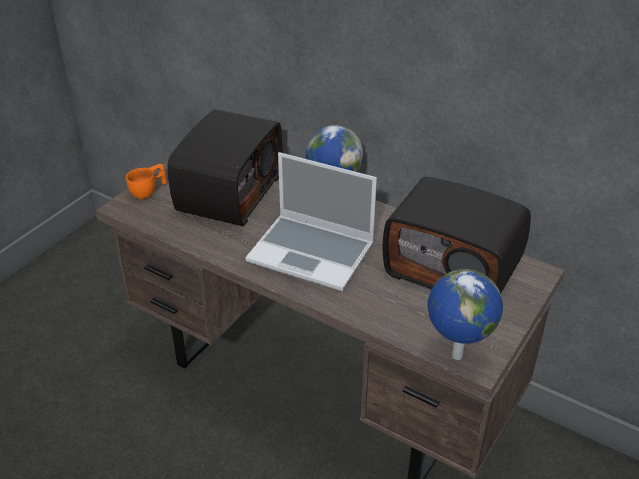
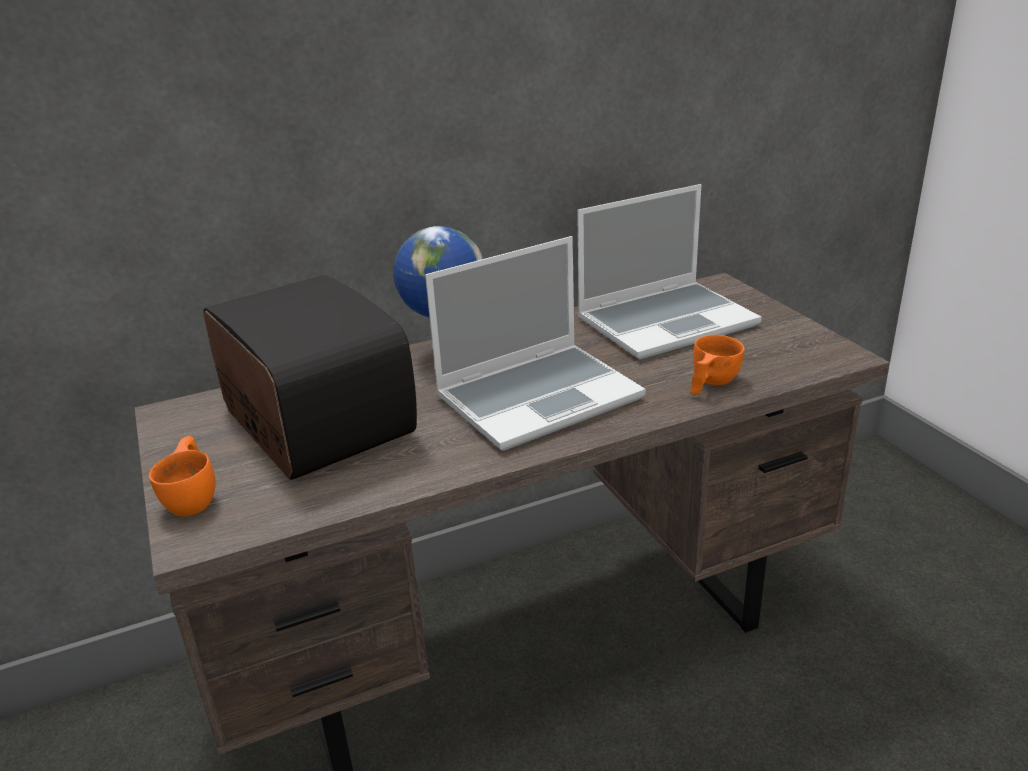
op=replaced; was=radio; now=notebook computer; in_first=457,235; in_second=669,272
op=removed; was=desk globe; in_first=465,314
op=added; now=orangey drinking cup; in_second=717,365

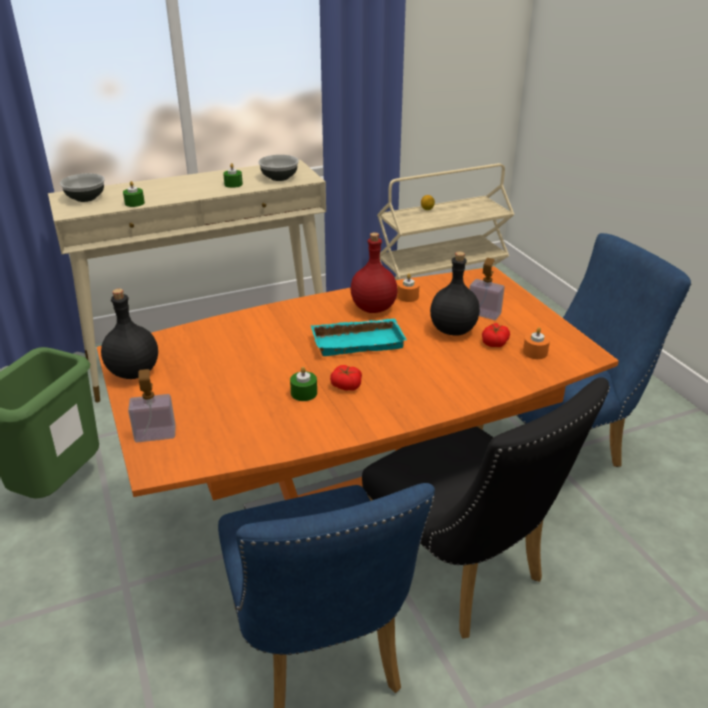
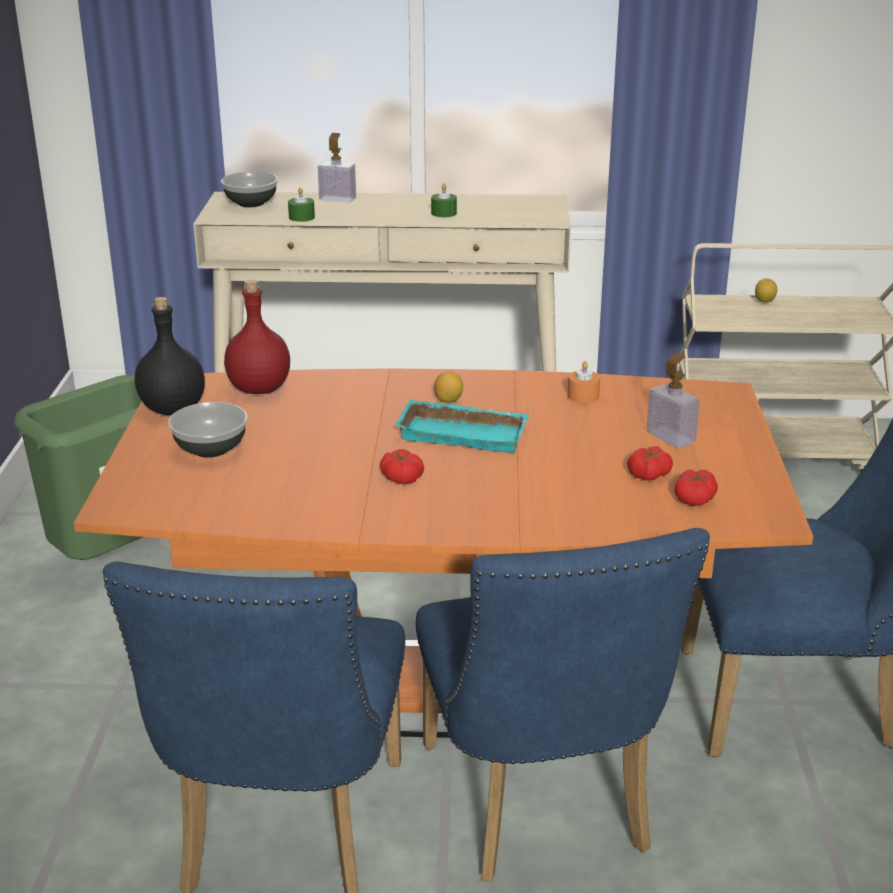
op=moved; was=soap dispenser; in_first=152,405; in_second=337,167
op=moved; was=serving bowl; in_first=278,168; in_second=208,430
op=removed; was=green wax light; in_first=303,384
op=moved; was=reddish bottle; in_first=374,272; in_second=257,337
op=recoloured; was=blackish upright chair; now=blue-coloured upright chair; in_first=486,507; in_second=563,705
op=removed; was=blackish bottle; in_first=455,294
op=replaced; was=orangey wax light; now=fresh tomato; in_first=536,343; in_second=696,488
op=added; now=lemon; in_second=448,387

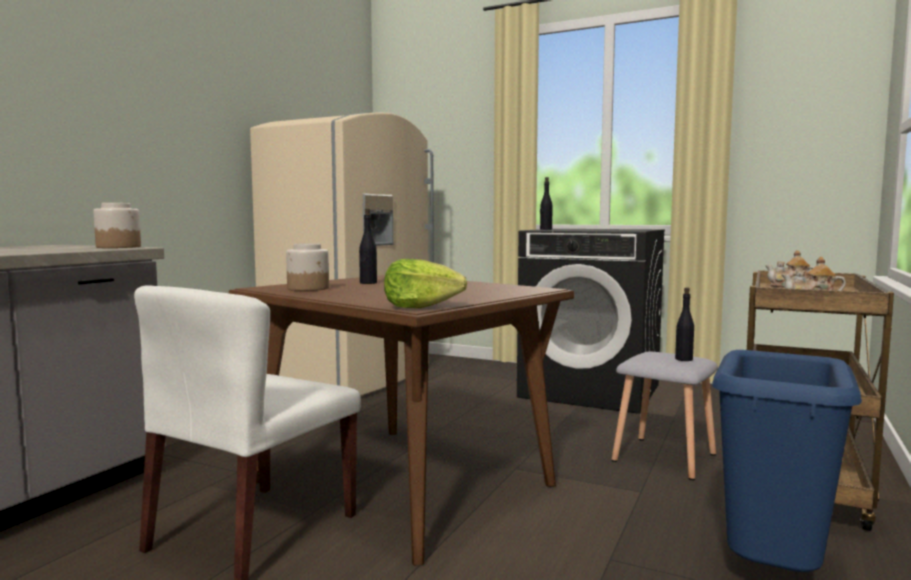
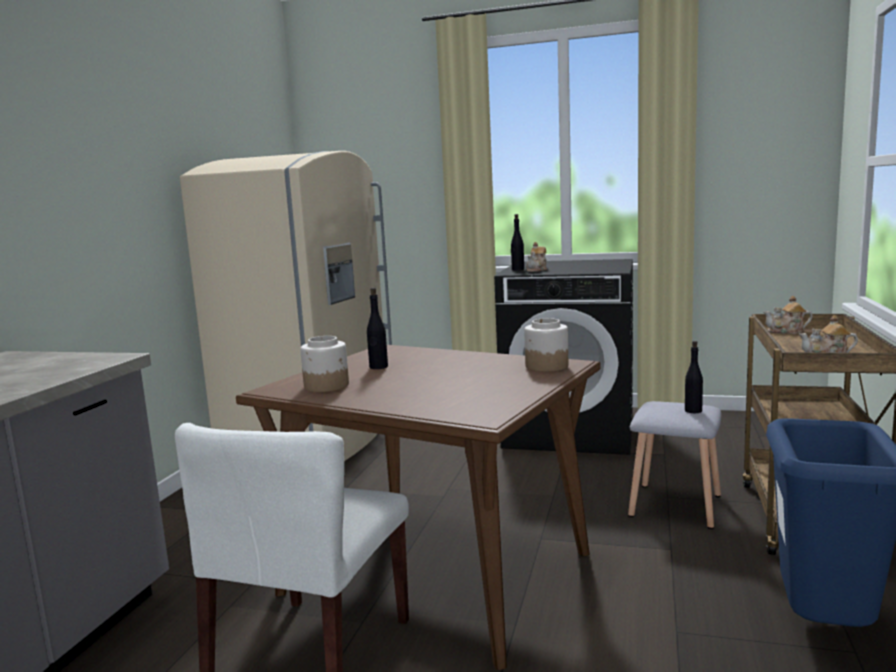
op=moved; was=storage jar; in_first=117,225; in_second=546,345
op=removed; was=lettuce; in_first=425,283
op=added; now=pot for tea; in_second=536,257

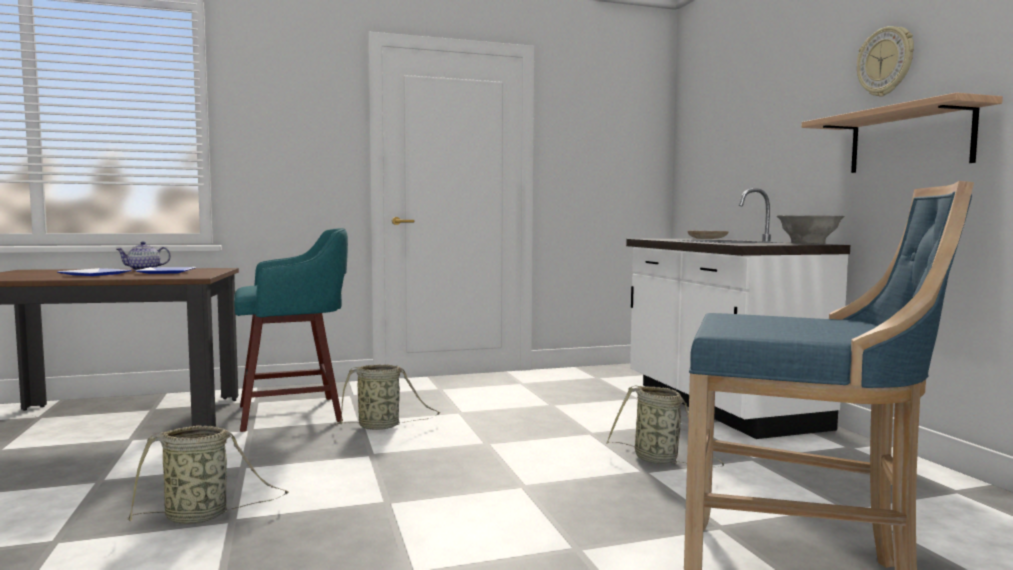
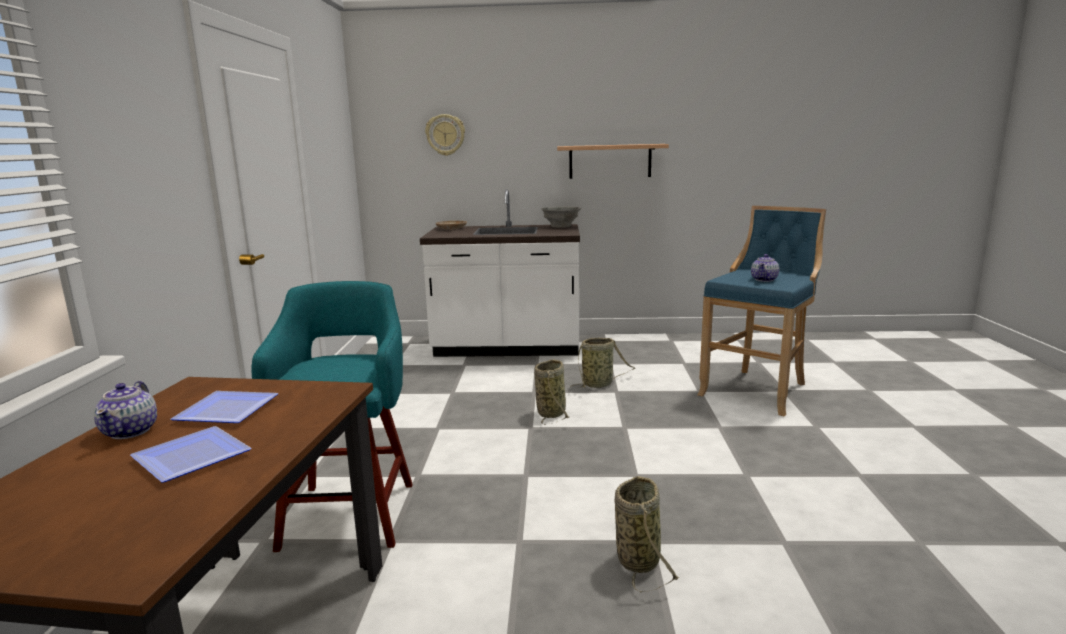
op=moved; was=basket; in_first=388,397; in_second=551,392
op=moved; was=wall clock; in_first=885,61; in_second=445,135
op=added; now=pot for tea; in_second=765,268

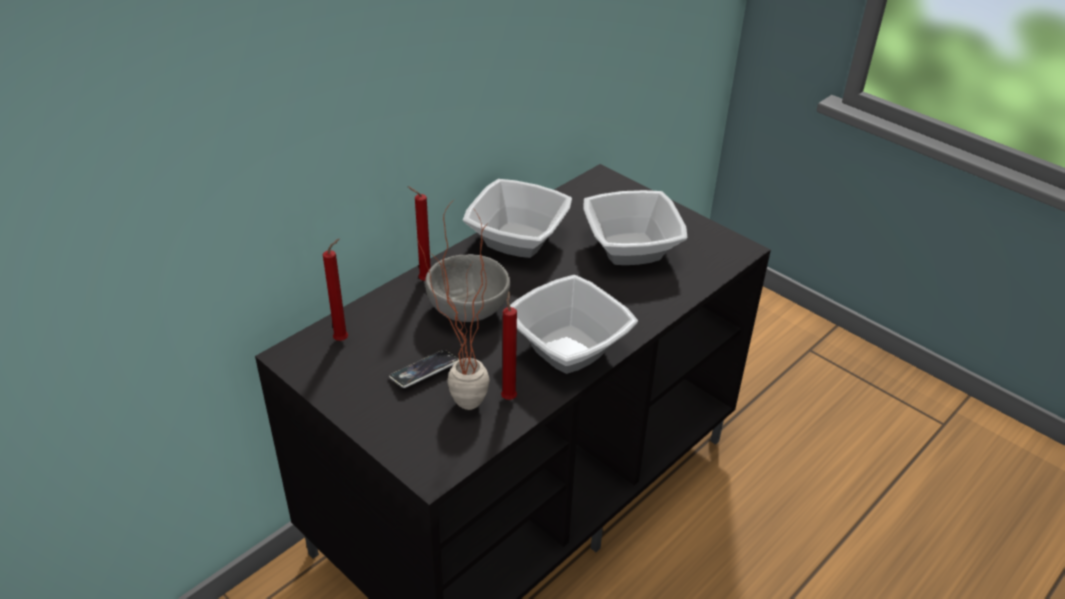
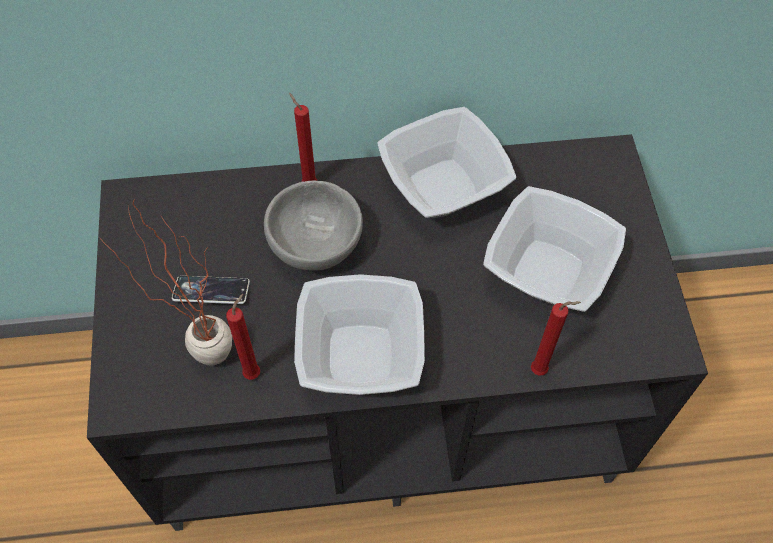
op=moved; was=reddish wax light; in_first=335,289; in_second=556,338

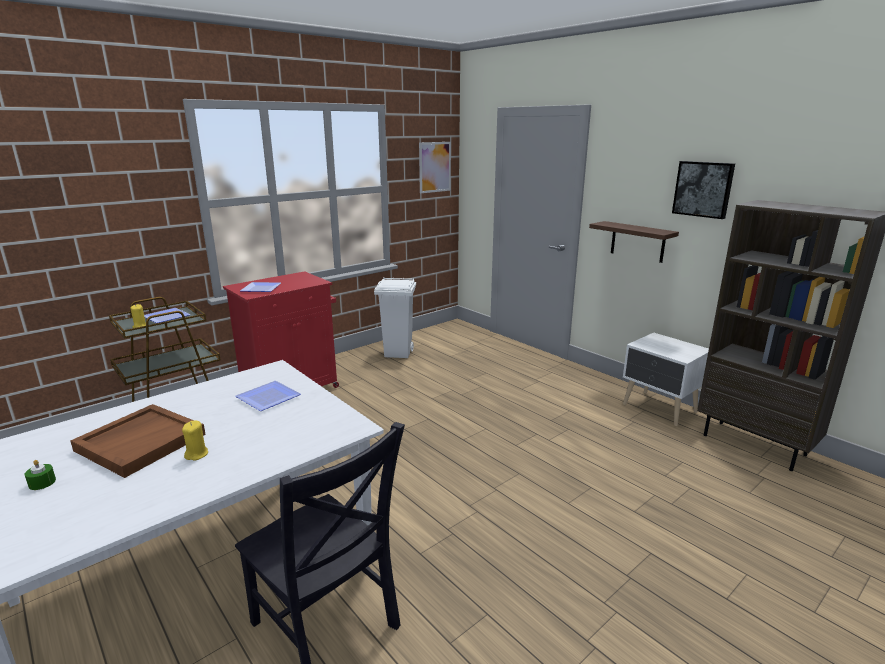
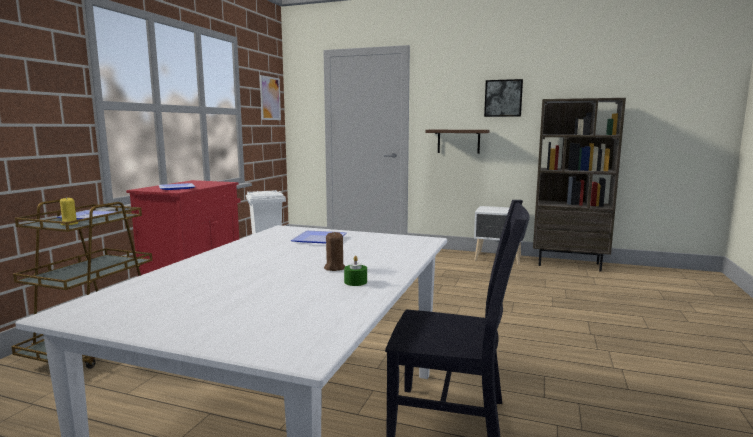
op=moved; was=green wax light; in_first=40,475; in_second=355,271
op=removed; was=brown tray; in_first=138,441
op=recoloured; was=yellow wax light; now=brown wax light; in_first=195,441; in_second=334,251

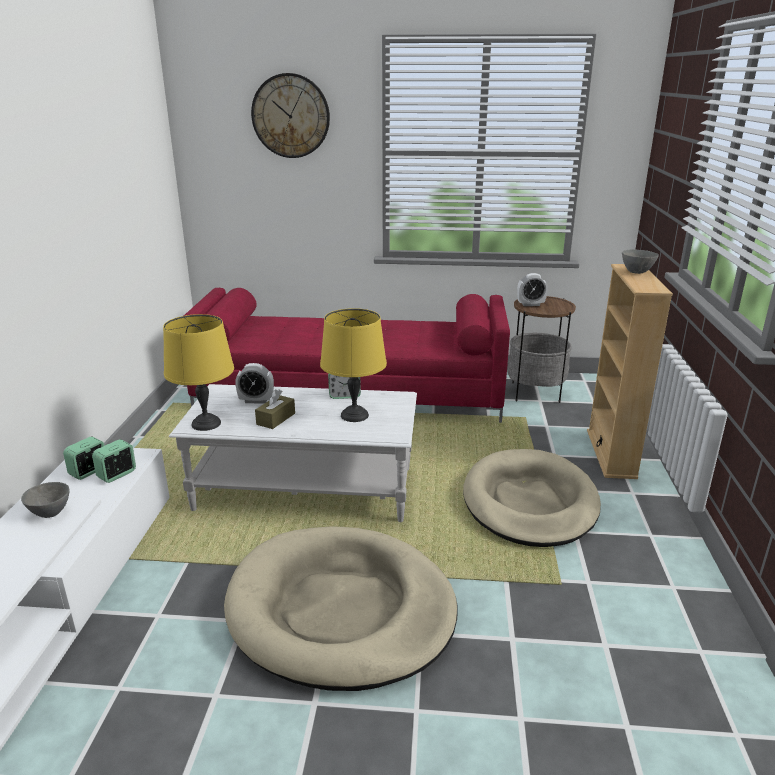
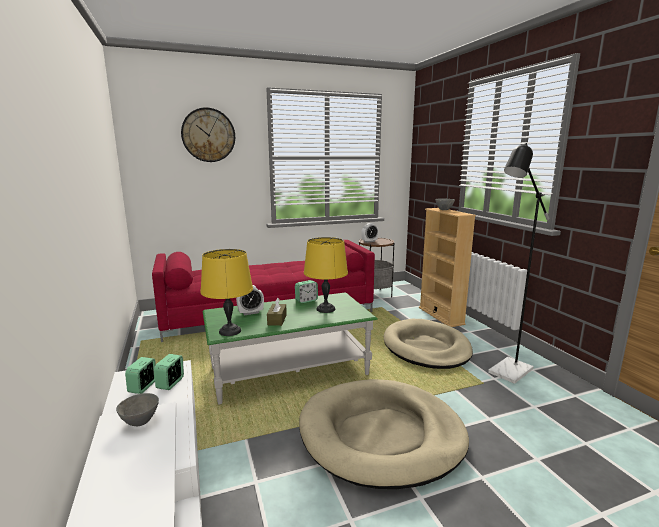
op=recoloured; was=white-coloured low table; now=green low table; in_first=293,453; in_second=290,348
op=added; now=blackish floor lamp; in_second=519,263

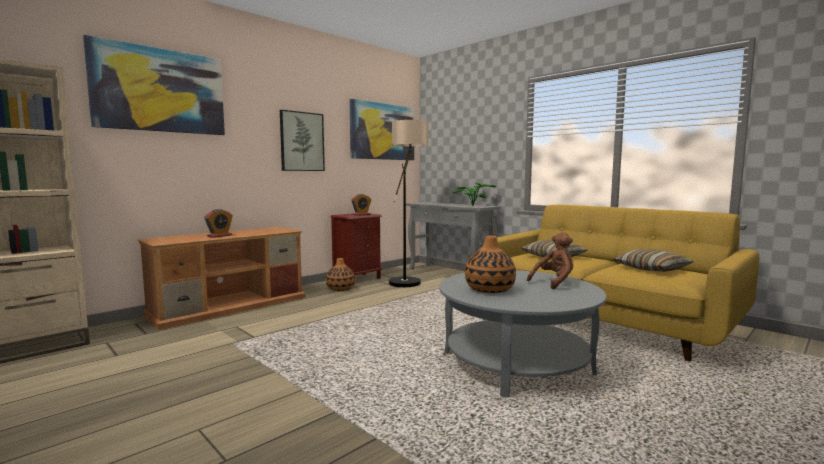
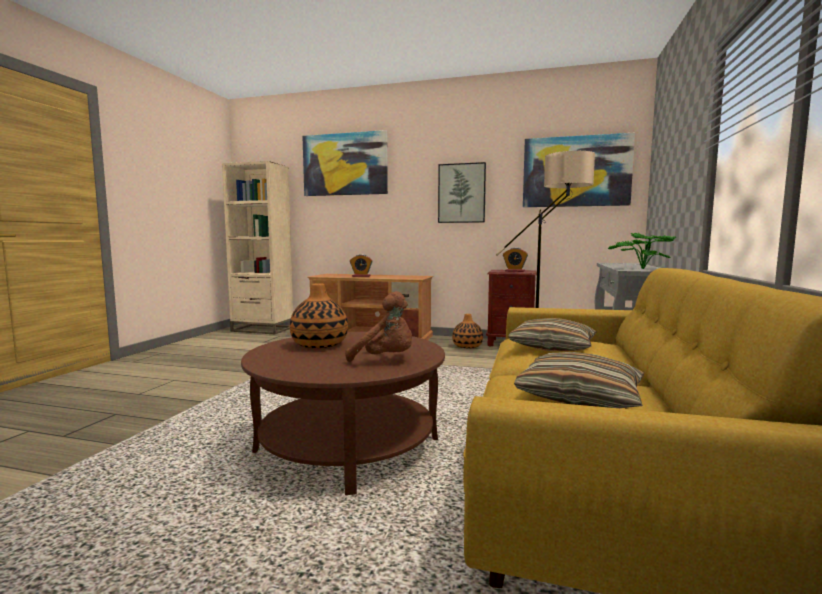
op=recoloured; was=grey low table; now=brown low table; in_first=522,334; in_second=343,413

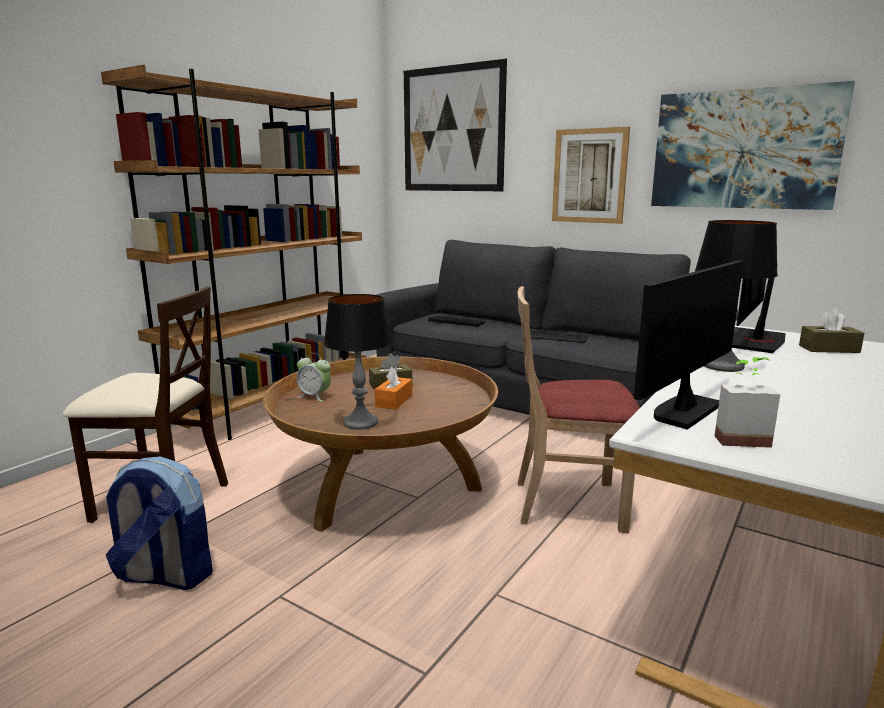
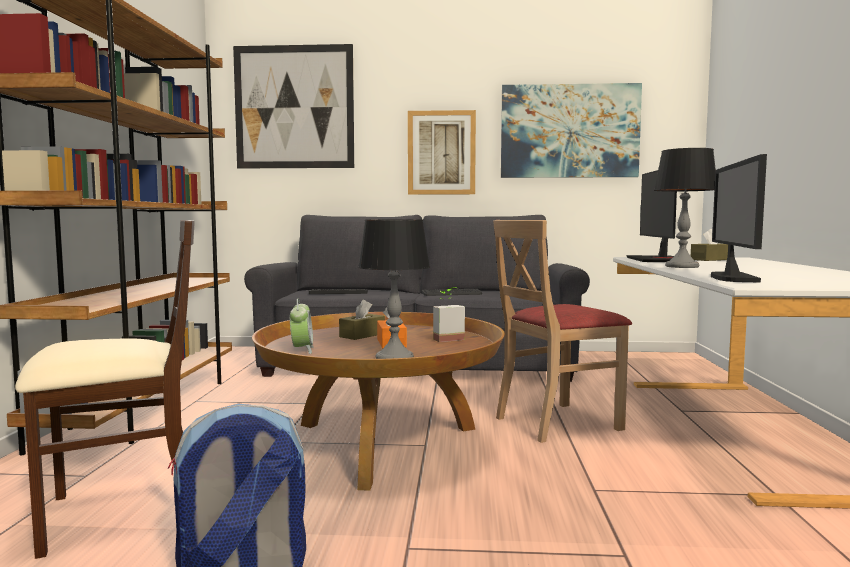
op=turned; was=alarm clock; in_first=314,377; in_second=302,326; clockwise=-90
op=moved; was=plant in a pot; in_first=747,402; in_second=449,314

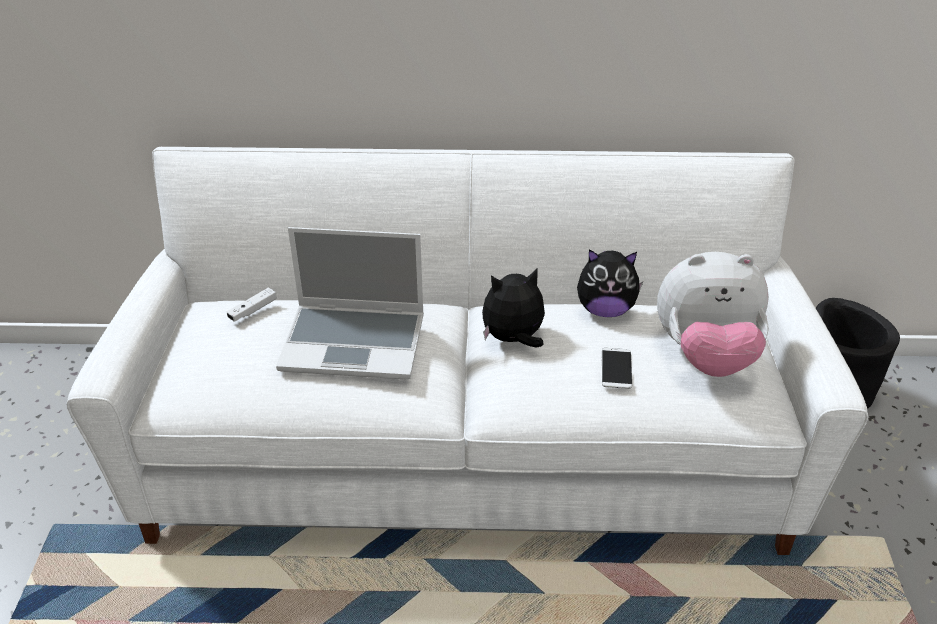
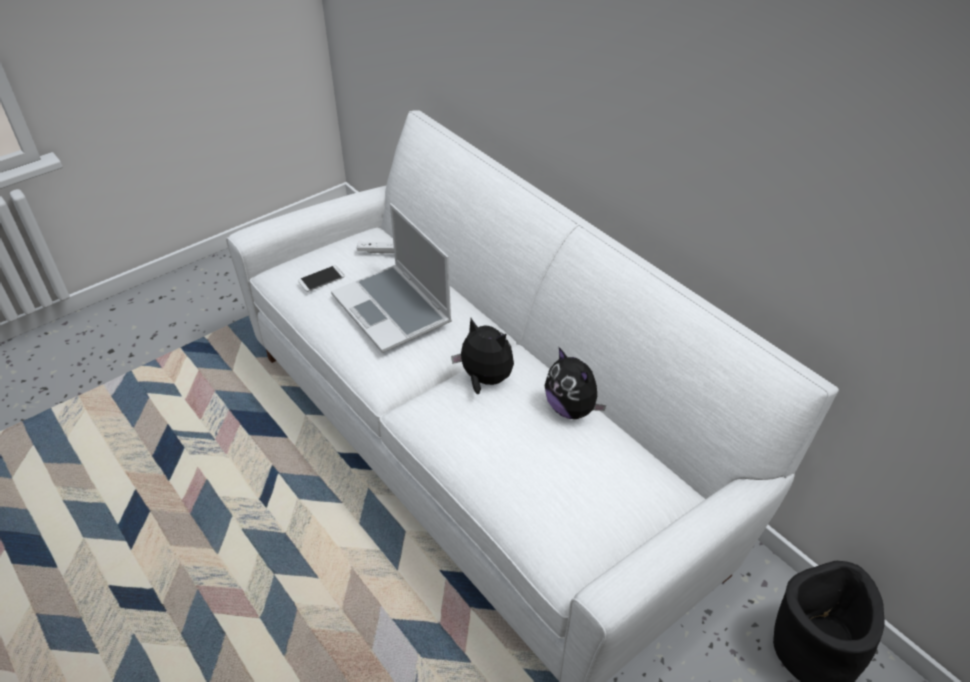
op=moved; was=handset; in_first=617,368; in_second=321,278
op=removed; was=cuddly toy; in_first=713,314

